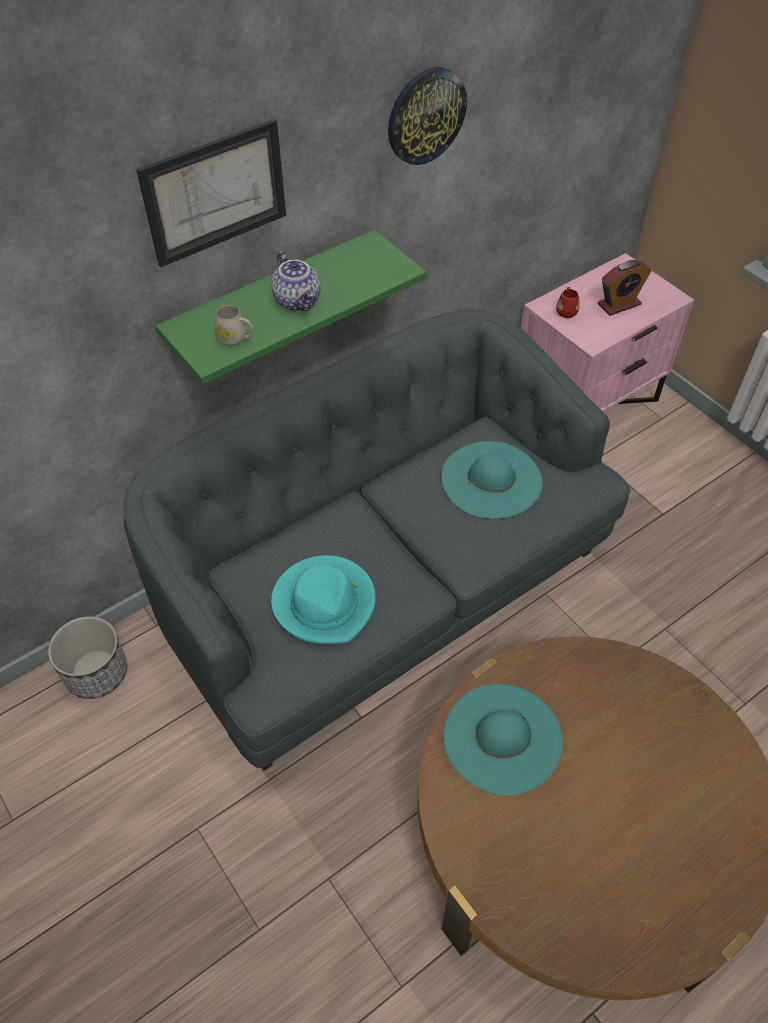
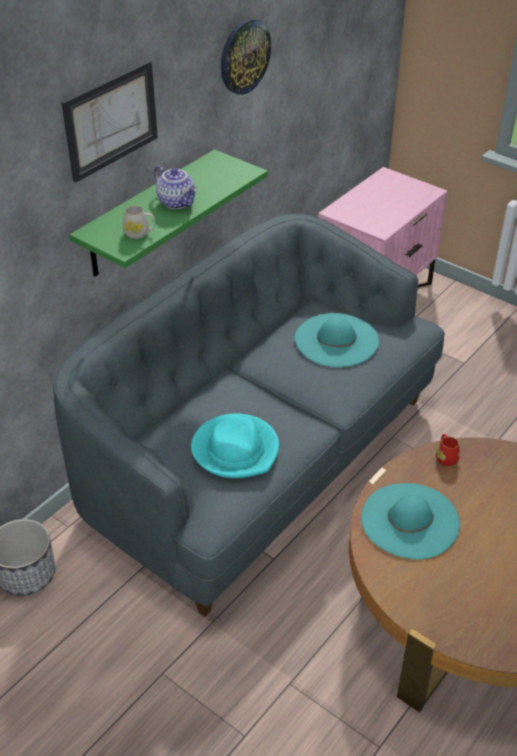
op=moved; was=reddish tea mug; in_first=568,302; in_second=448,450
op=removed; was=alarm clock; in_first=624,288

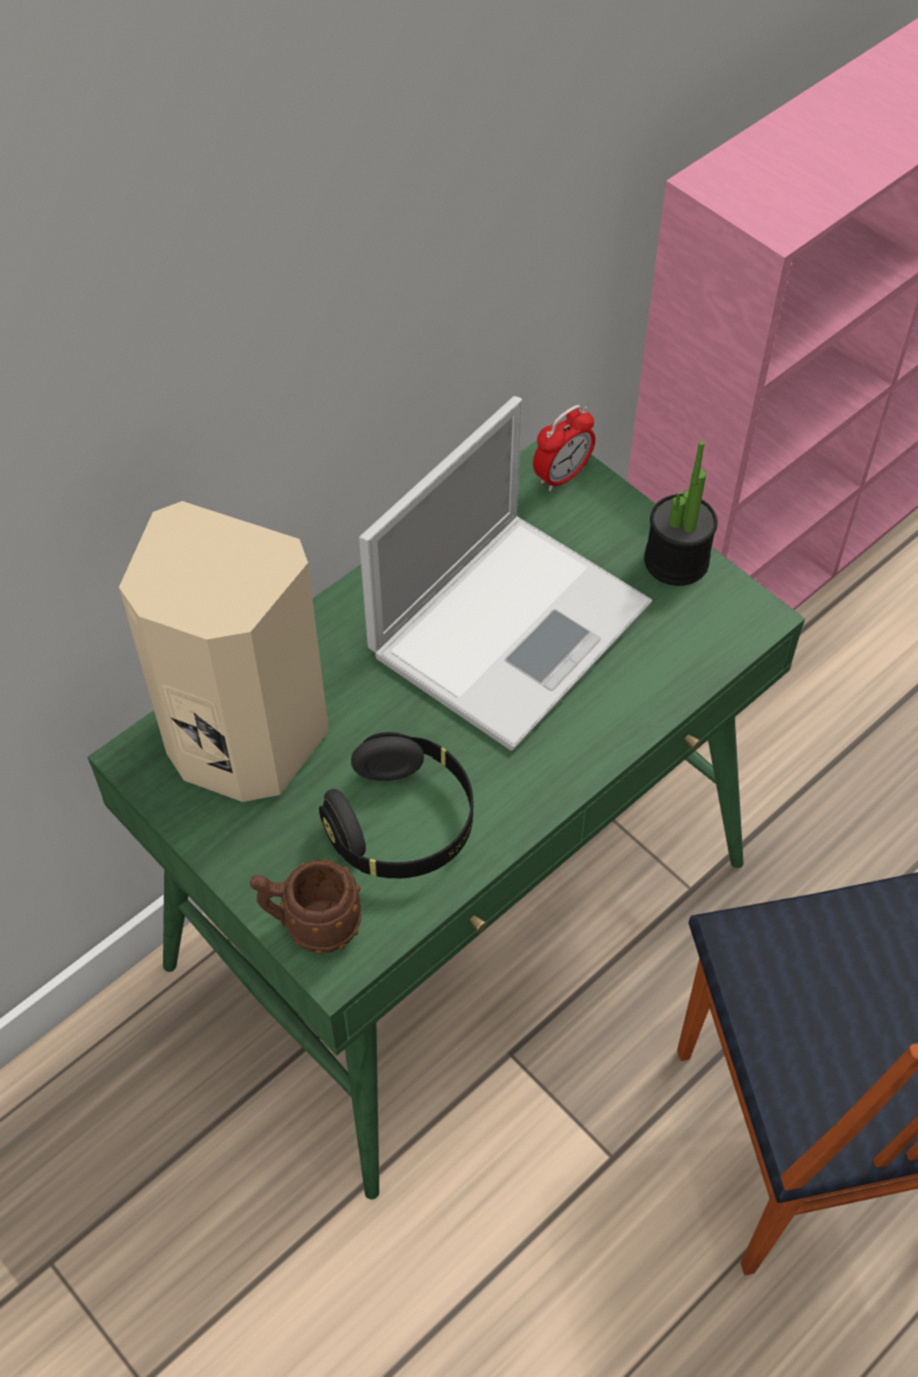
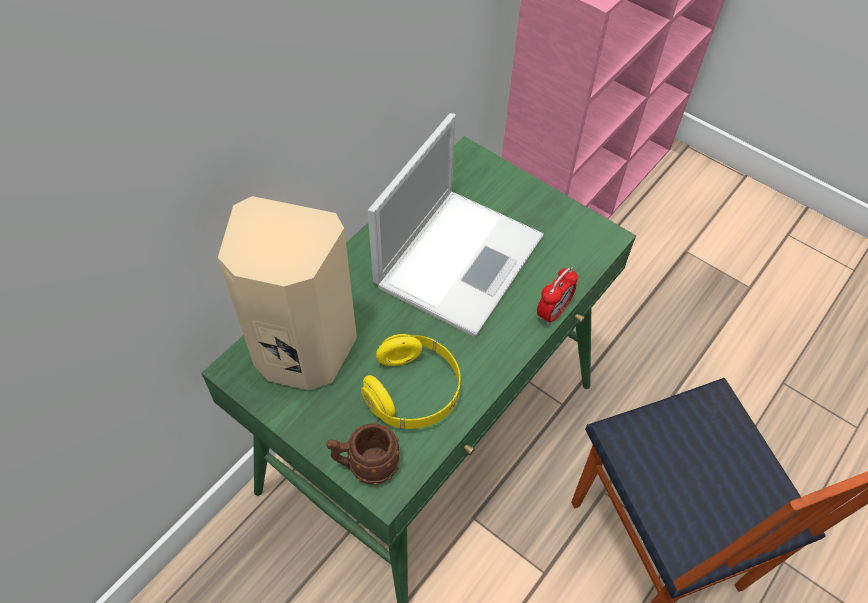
op=recoloured; was=blackish headset; now=yellow headset; in_first=396,805; in_second=411,381
op=moved; was=alarm clock; in_first=564,448; in_second=557,296
op=removed; was=plant in a pot; in_first=680,513

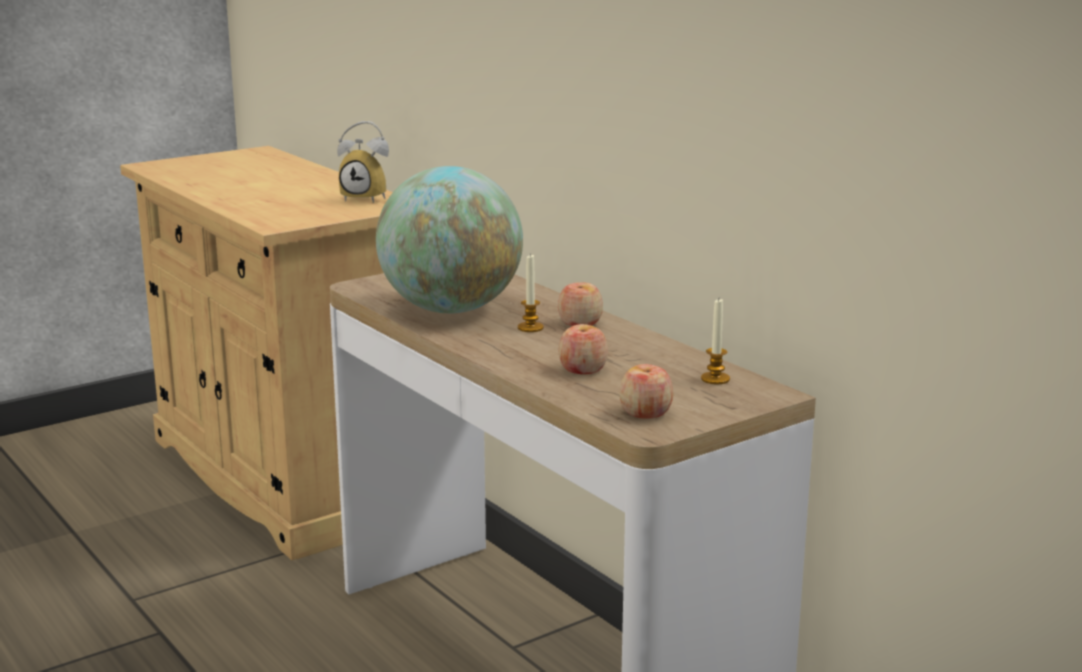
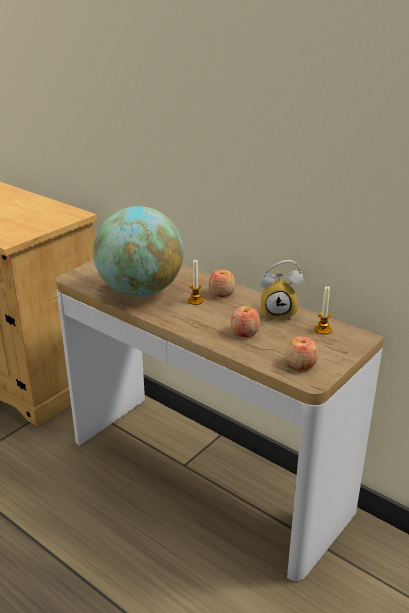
op=moved; was=alarm clock; in_first=363,162; in_second=282,290

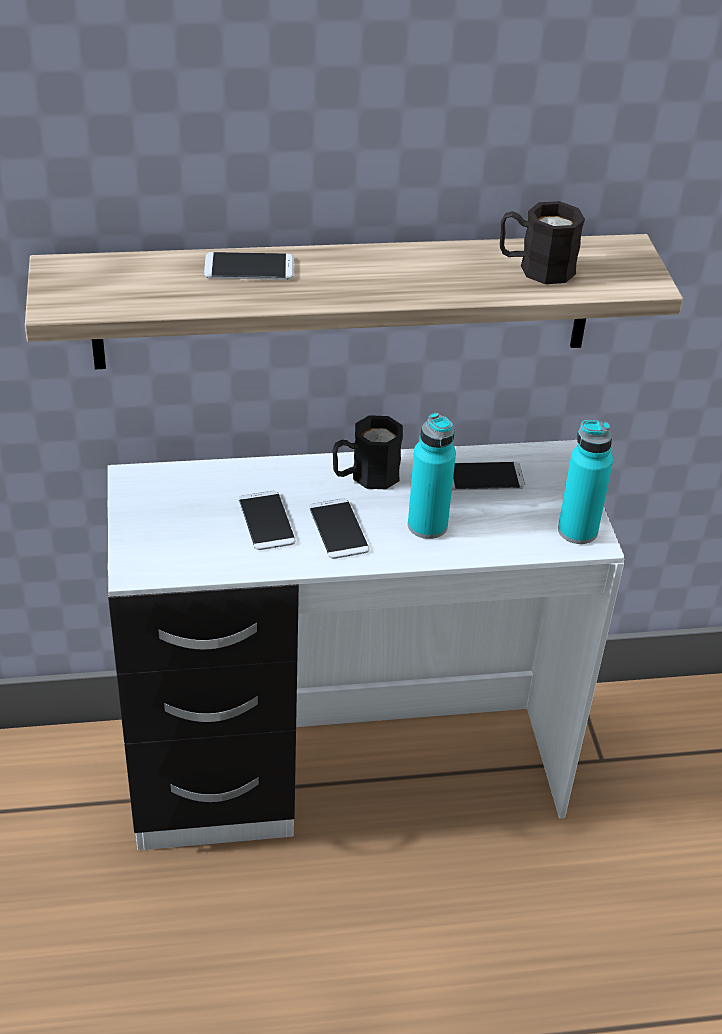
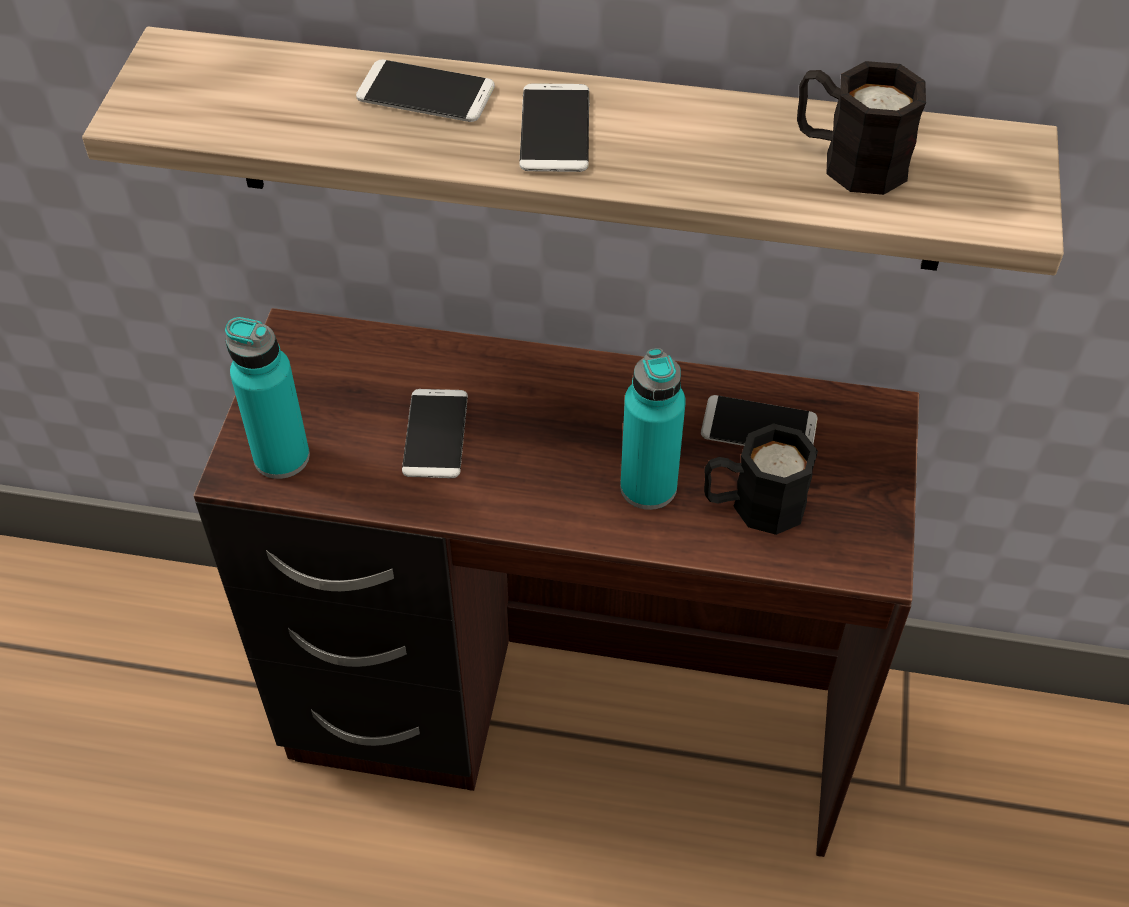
op=recoloured; was=white-coloured desk table; now=brown desk table; in_first=366,645; in_second=556,582
op=moved; was=handset; in_first=339,529; in_second=554,127
op=moved; was=blackish tea mug; in_first=367,452; in_second=761,479
op=moved; was=blue-green bottle; in_first=585,482; in_second=267,398

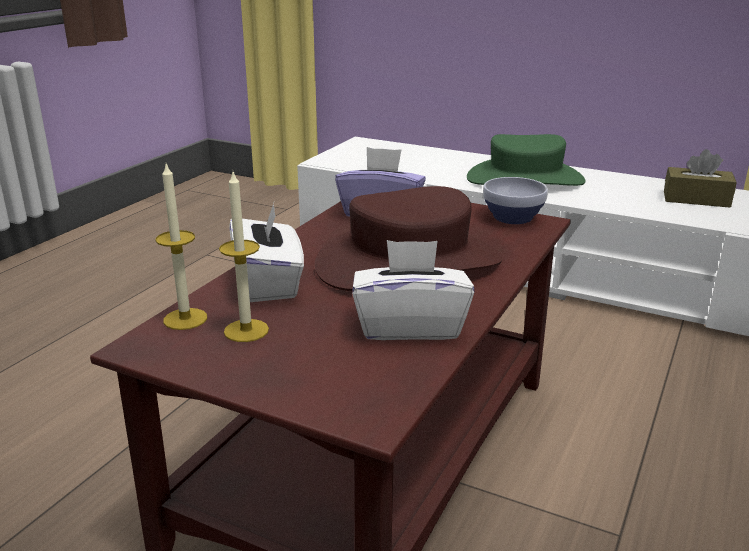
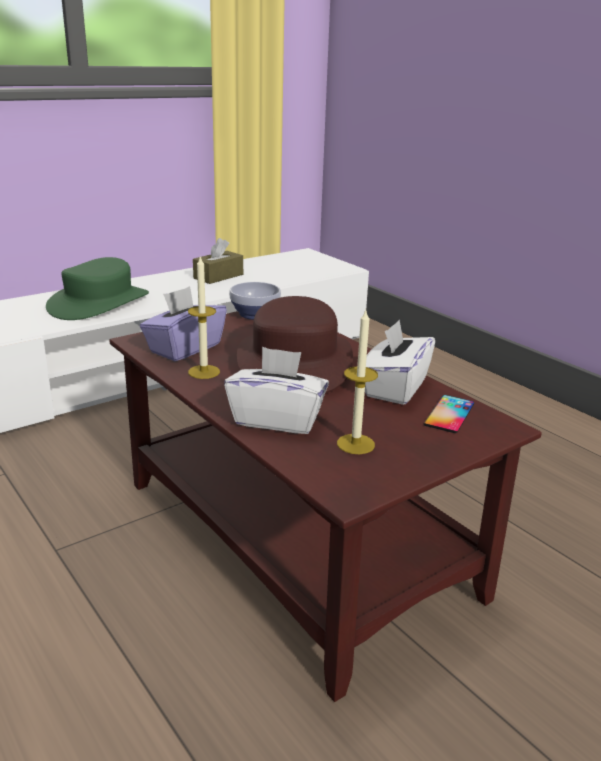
op=moved; was=wax light; in_first=181,247; in_second=204,317
op=added; now=handset; in_second=448,414

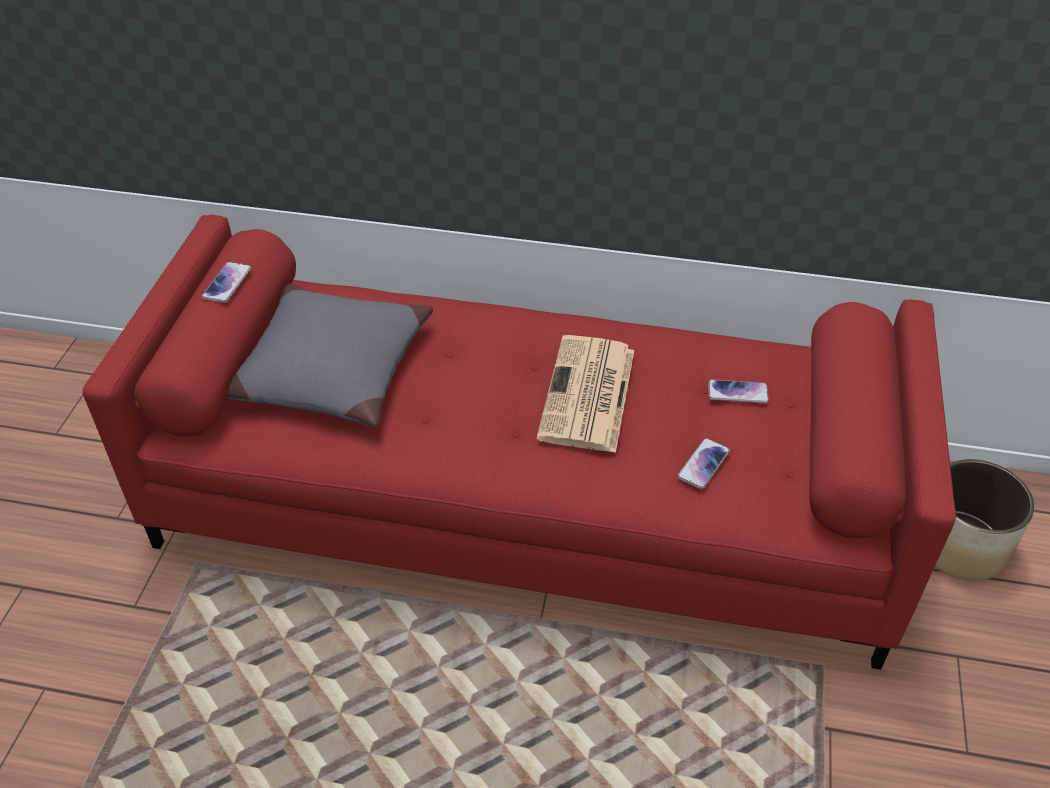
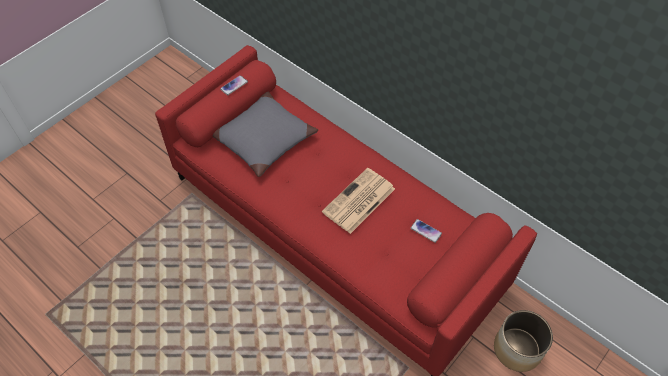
op=removed; was=handset; in_first=703,463

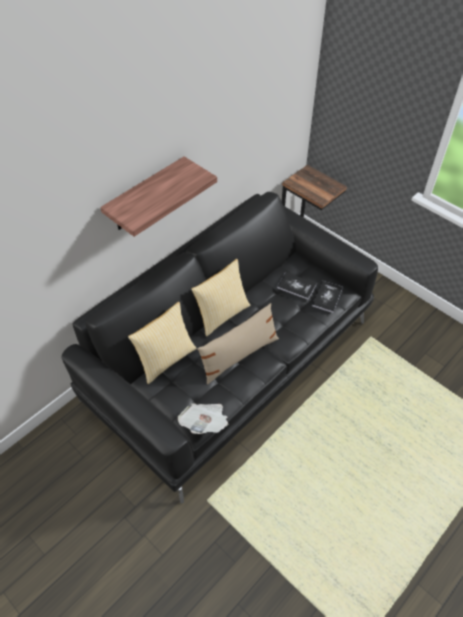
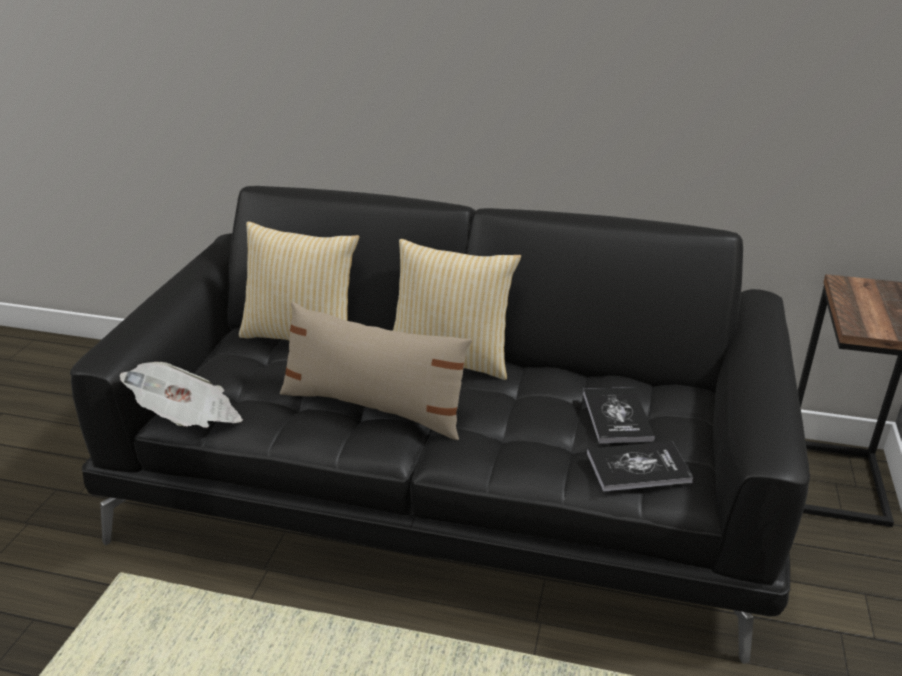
op=removed; was=wall shelf; in_first=158,196

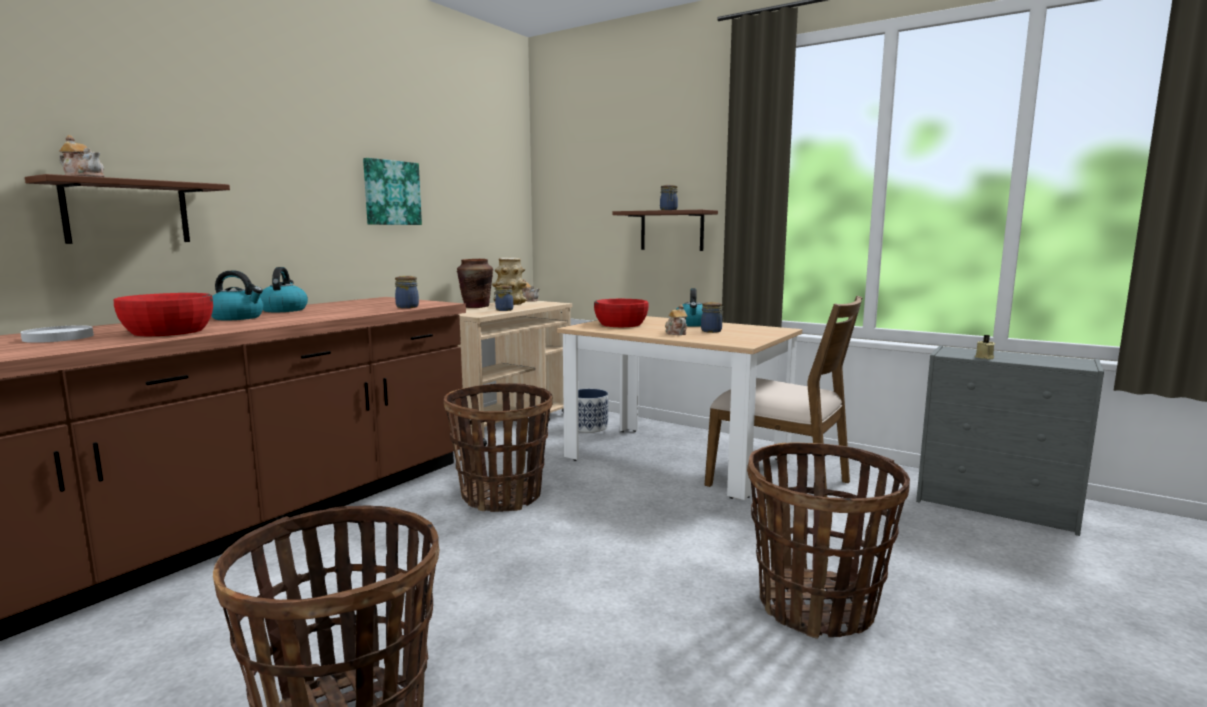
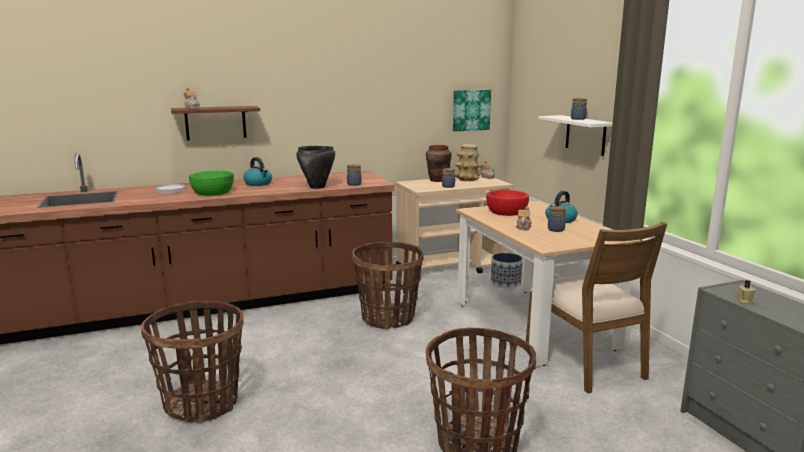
op=recoloured; was=reddish serving bowl; now=green serving bowl; in_first=163,314; in_second=211,183
op=removed; was=water kettle; in_first=284,289
op=moved; was=wall art; in_first=392,191; in_second=472,110
op=recoloured; was=brown wall shelf; now=white-coloured wall shelf; in_first=665,230; in_second=575,135
op=added; now=blackish cooking pot; in_second=316,167

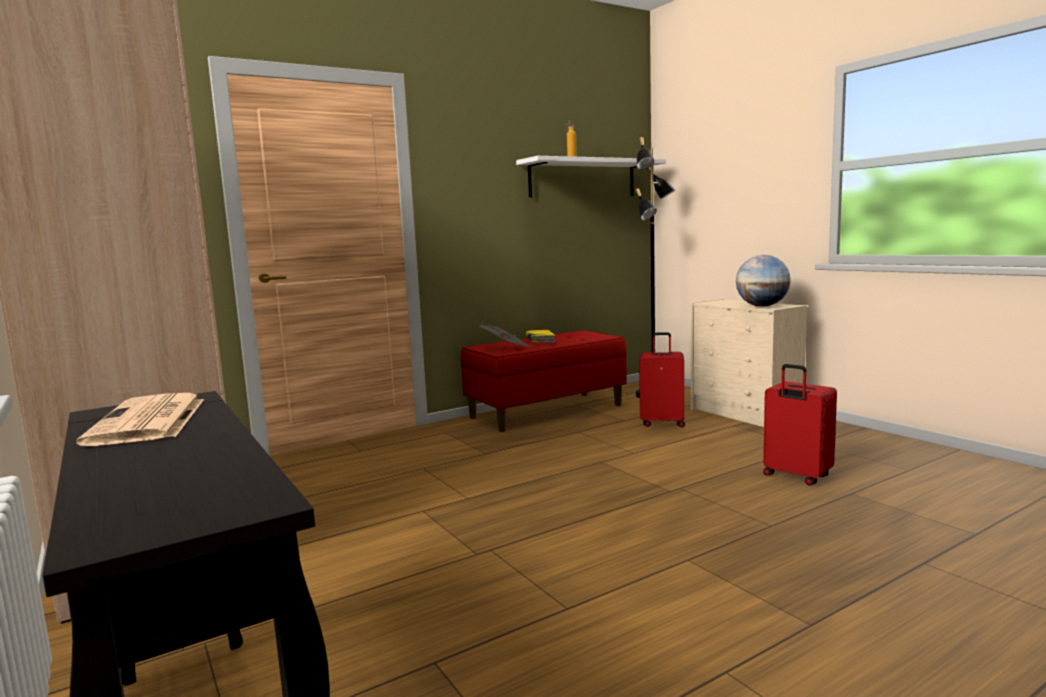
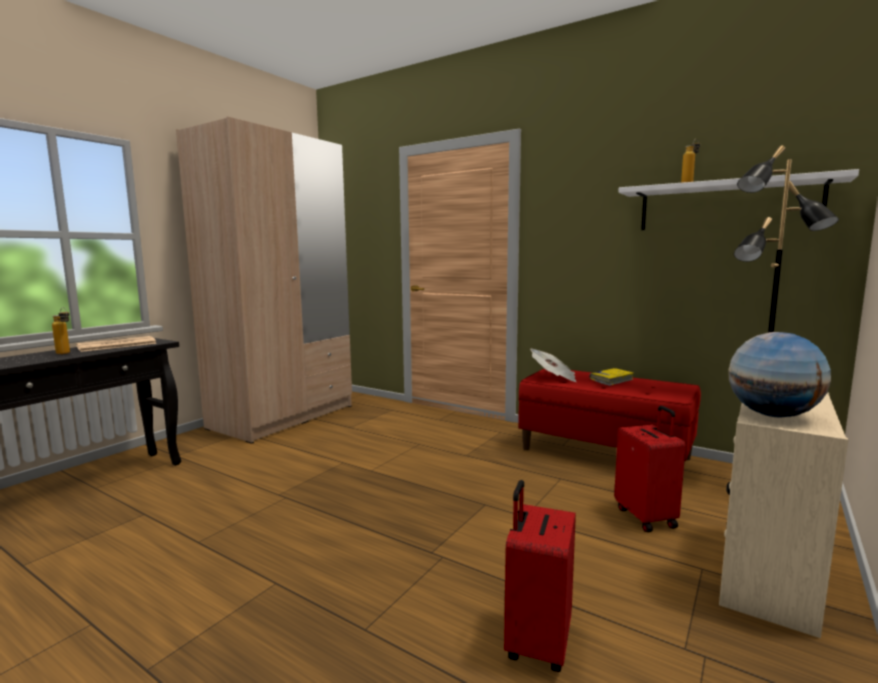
op=added; now=bottle; in_second=61,330

